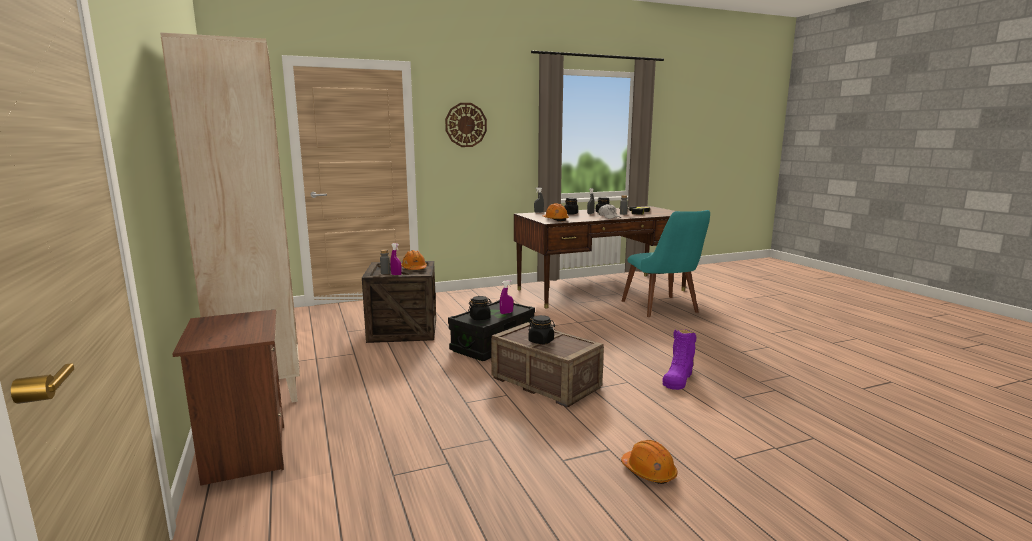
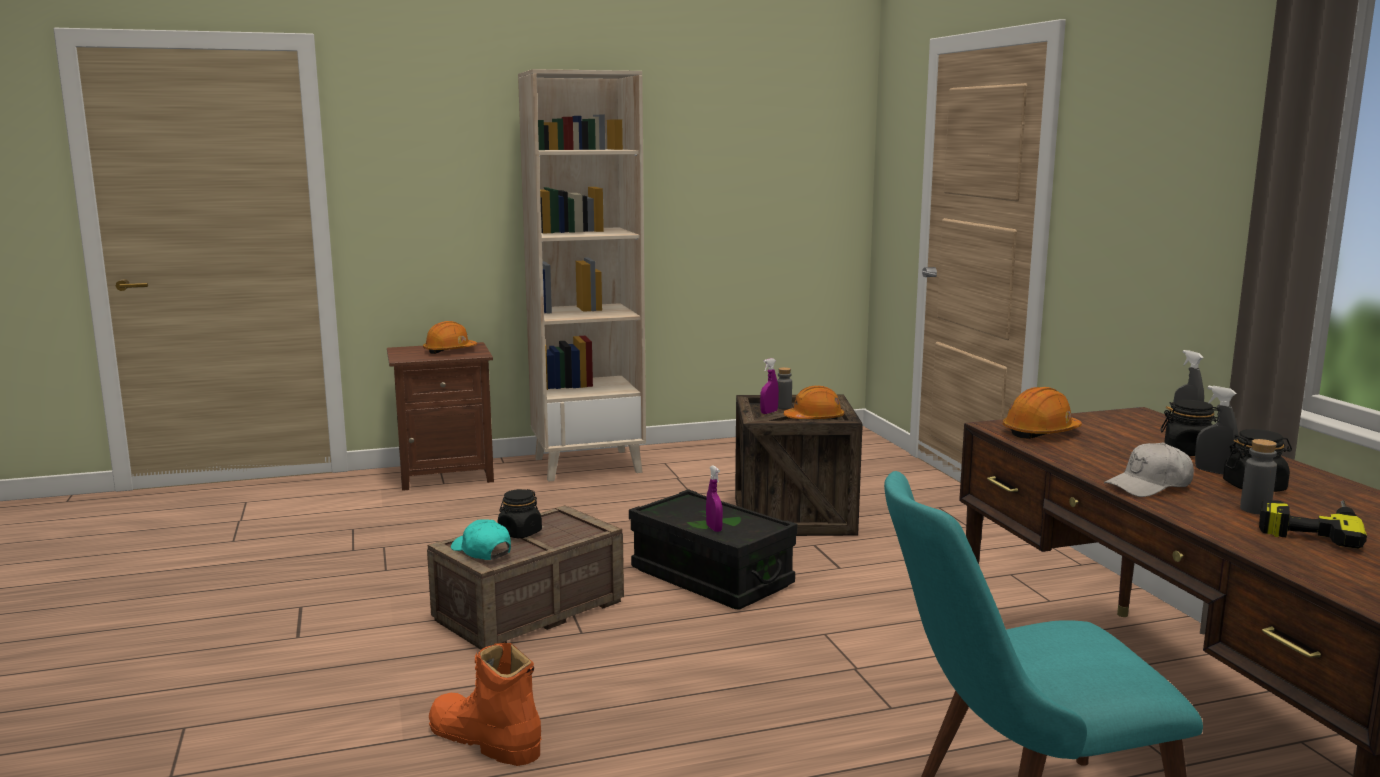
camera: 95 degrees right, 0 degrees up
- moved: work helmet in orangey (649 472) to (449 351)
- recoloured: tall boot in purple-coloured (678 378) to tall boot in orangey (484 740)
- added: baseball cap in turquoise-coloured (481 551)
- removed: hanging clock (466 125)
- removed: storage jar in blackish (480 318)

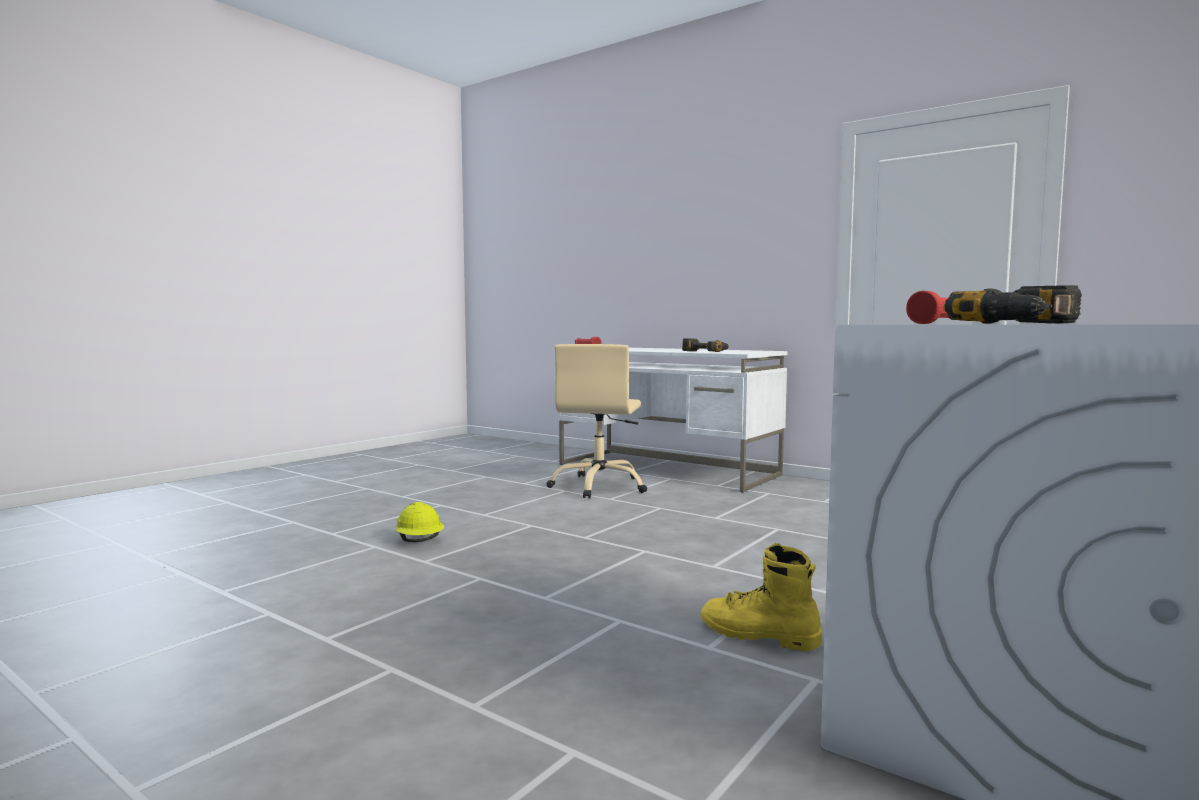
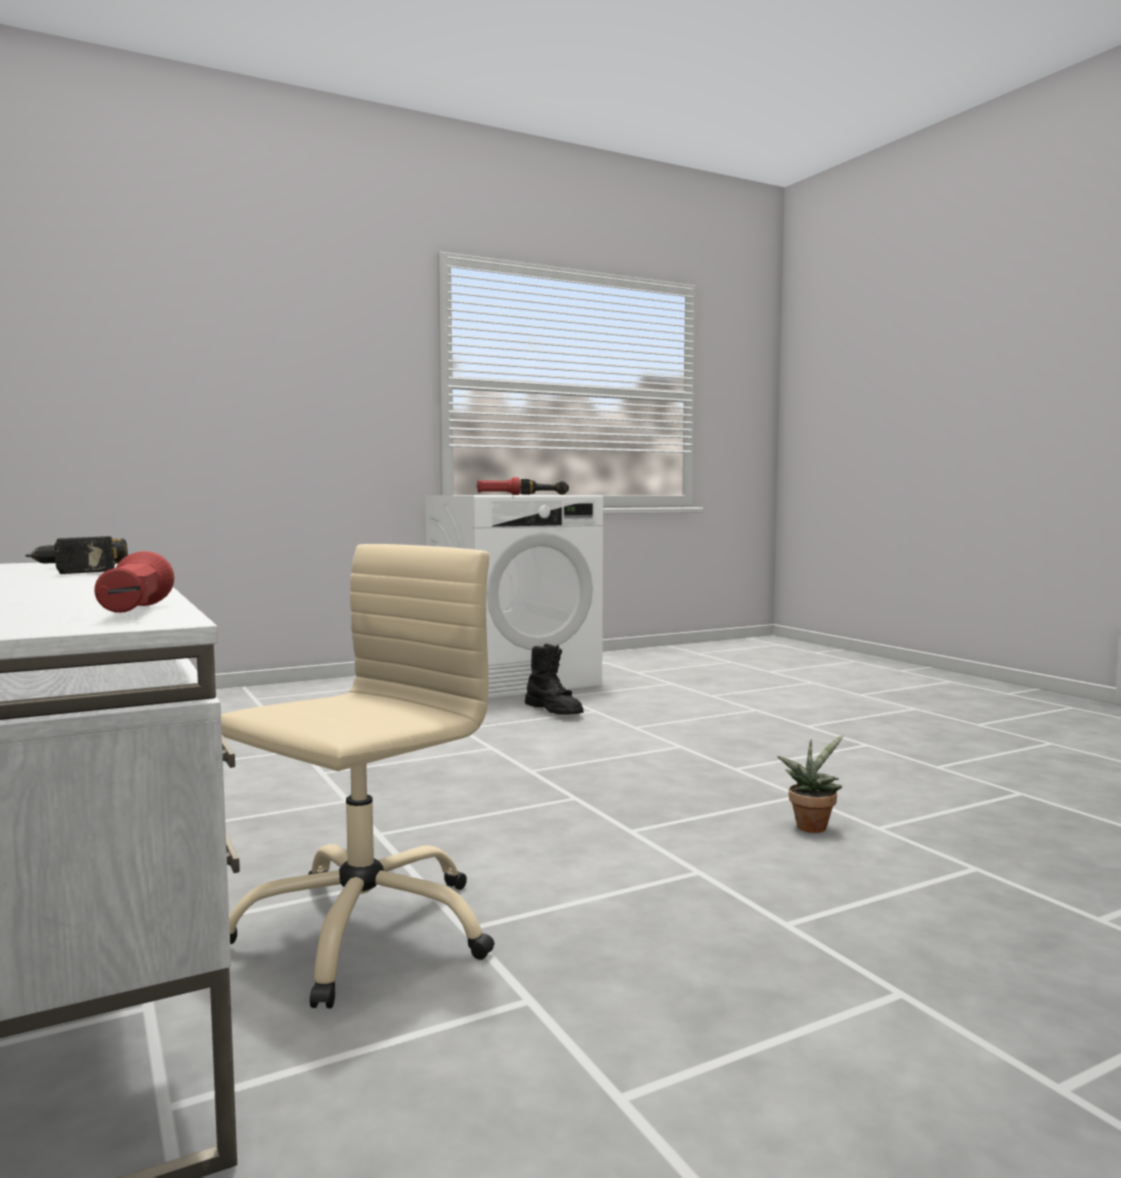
camera: 155 degrees left, 0 degrees up
- recoloured: tall boot in yellow-coloured (758 635) to tall boot in blackish (554 711)
- replaced: work helmet in yellow-coloured (420 541) to houseplant (811 826)

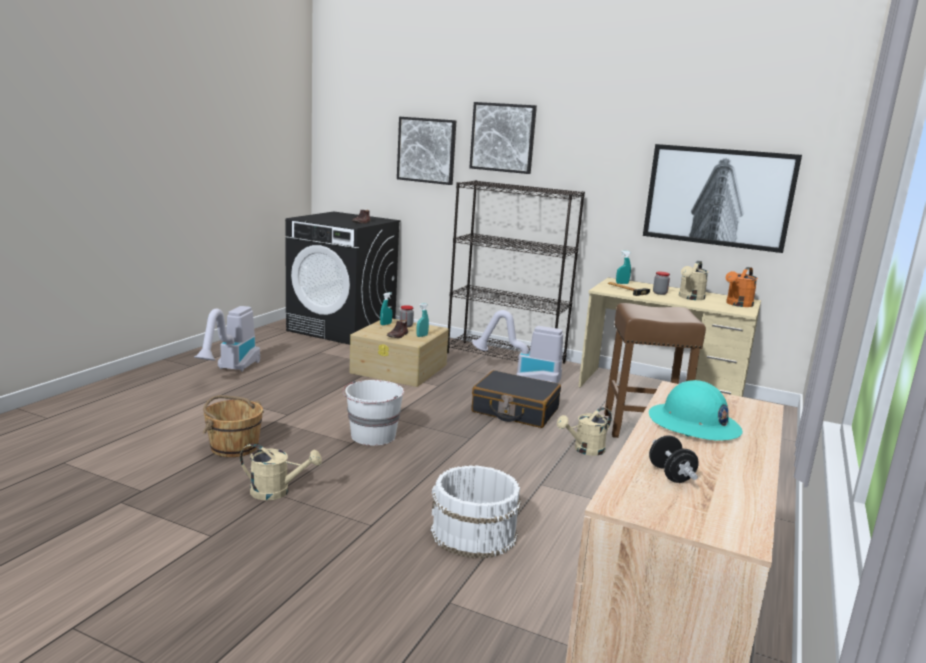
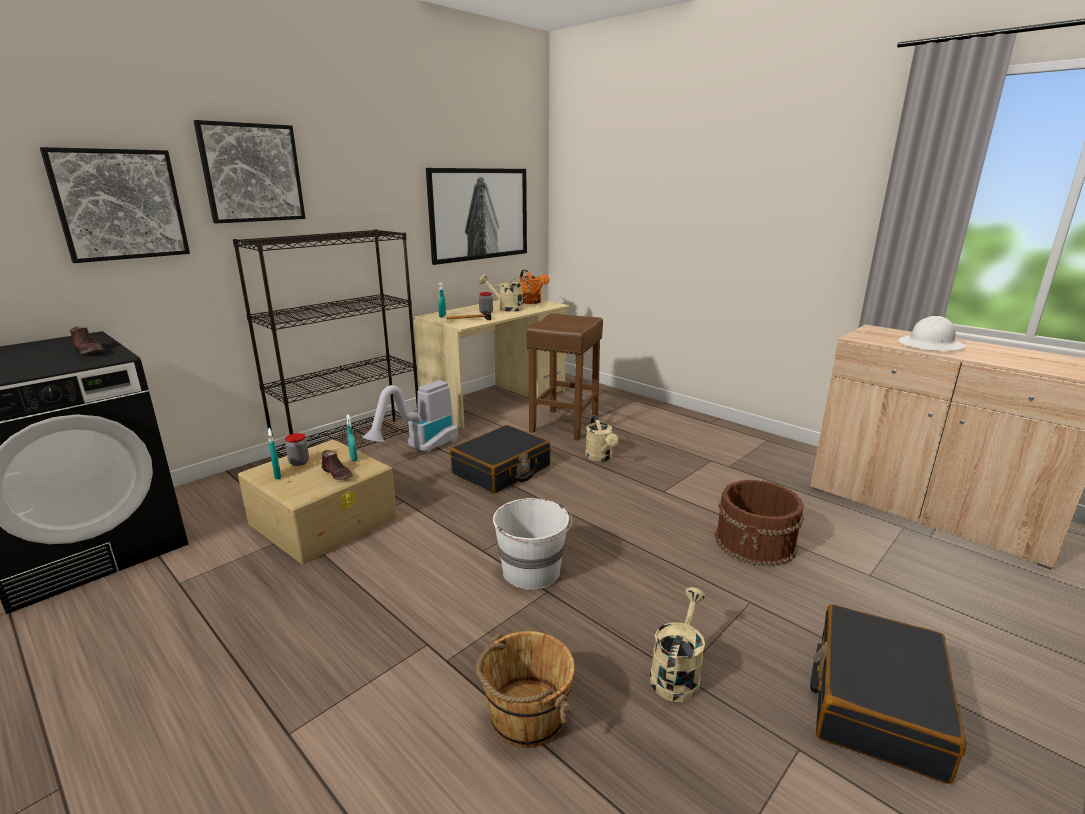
camera: 70 degrees left, 5 degrees up
- turned: watering can in sand-coloured (690 298) = (506 308) 150 degrees clockwise
- recoloured: pail in white (473 534) to pail in brownish (756 542)
- added: travel case in blackish (876 703)
- recoloured: work helmet in turquoise-coloured (693 425) to work helmet in white (931 345)
- removed: hoover (231 370)
- removed: dumbbell in blackish (670 475)

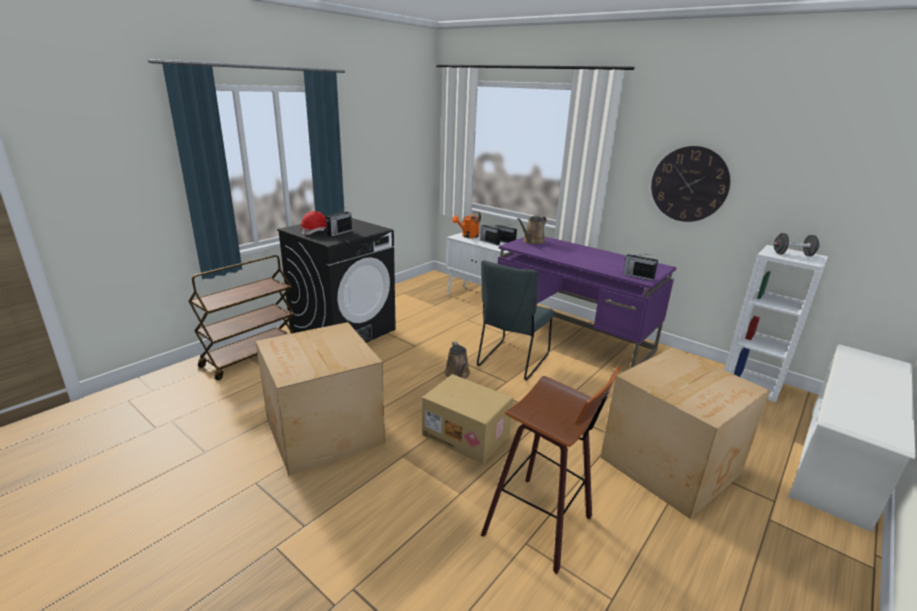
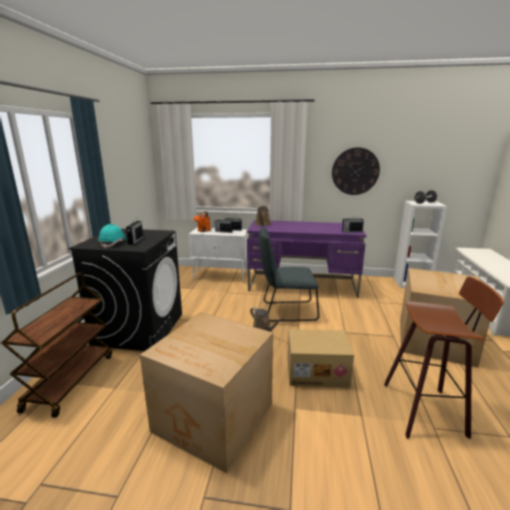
camera: 30 degrees left, 5 degrees down
- recoloured: work helmet in reddish (317 232) to work helmet in turquoise-coloured (113 243)
- turned: chair in gray (512 362) = (286 311) 90 degrees clockwise

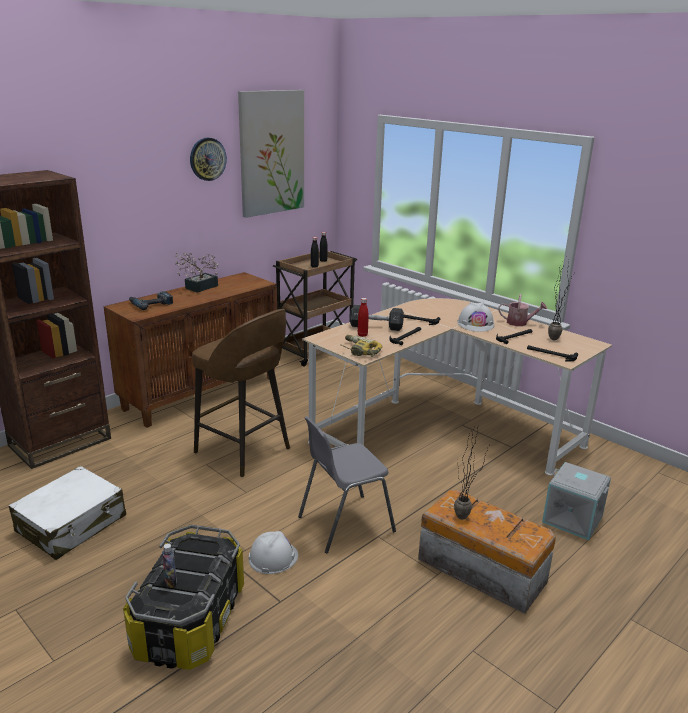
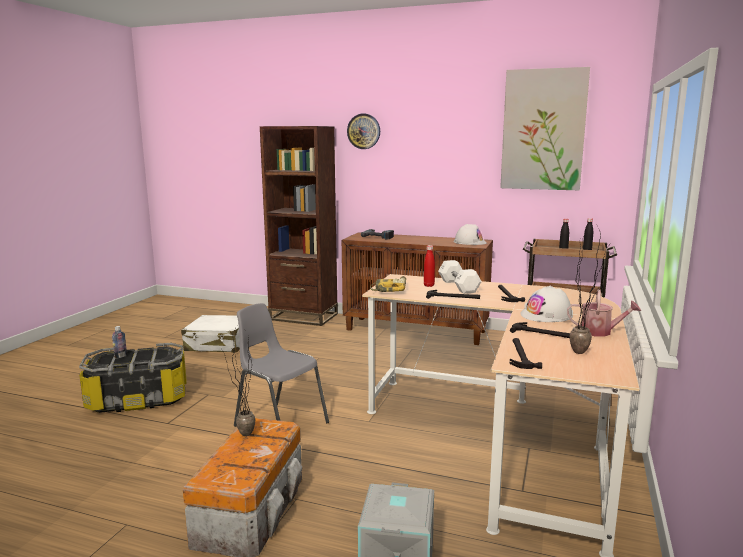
camera: 65 degrees right, 10 degrees down
- moved: hanging clock (207 159) to (364 131)
- recoloured: dumbbell in blackish (376 326) to dumbbell in white (458 286)
- moved: work helmet in white (273 557) to (469 242)
- turned: watering can (520 323) = (600 332) 60 degrees counterclockwise
- removed: houseplant (198 288)
- removed: sitting stool in brownish (244 451)

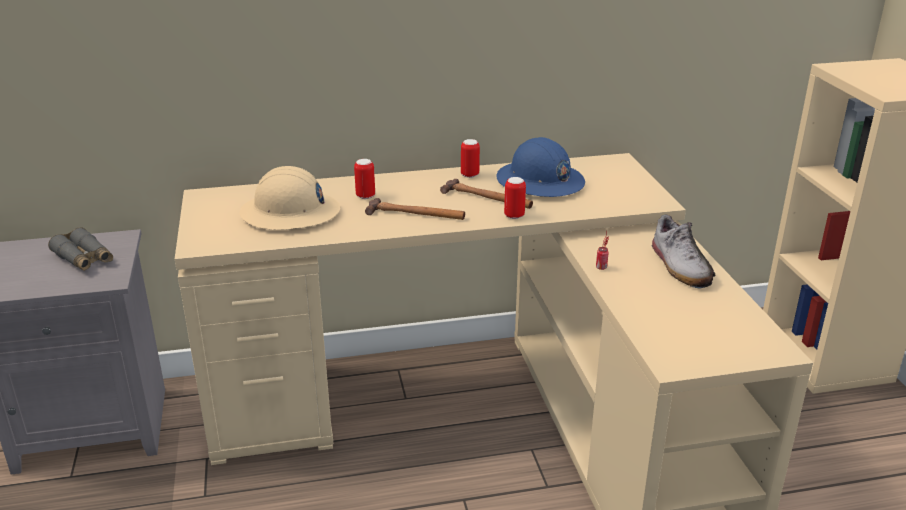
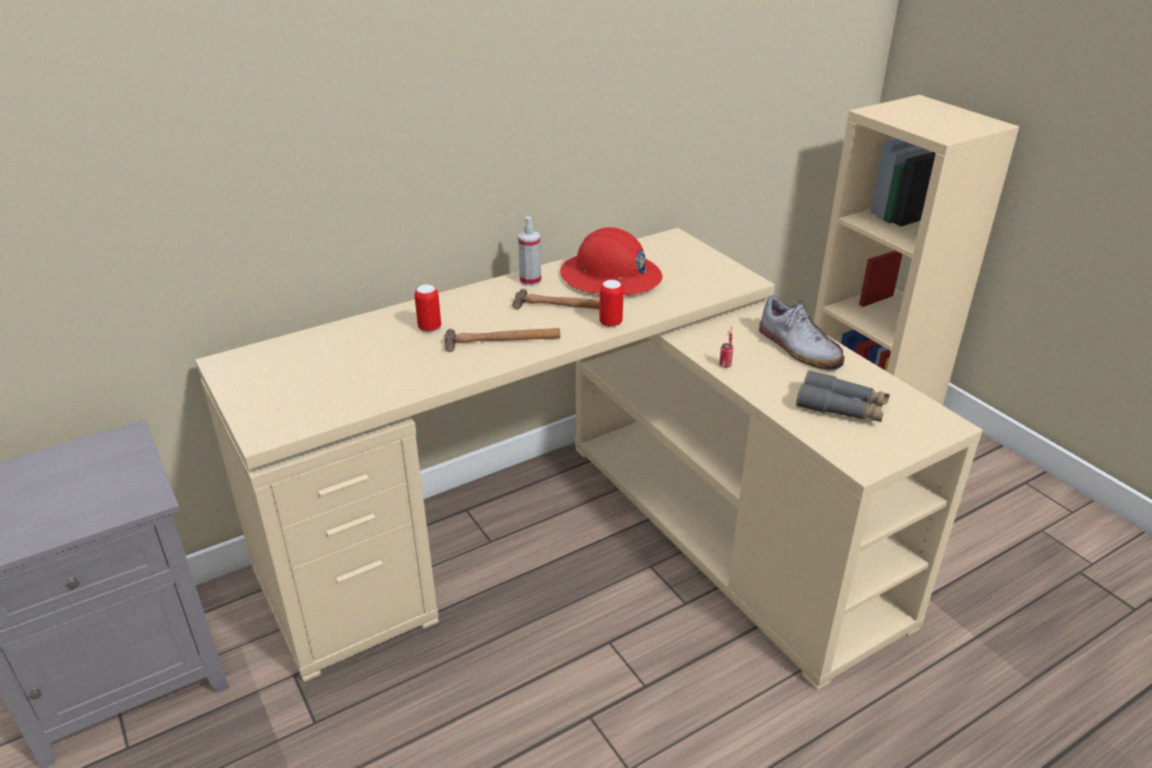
camera: 20 degrees left, 5 degrees up
- replaced: metal can (470 175) to hand sprayer (530 281)
- recoloured: work helmet in blue (540 182) to work helmet in reddish (610 277)
- moved: pair of binoculars in gray (84 259) to (841 407)
- removed: work helmet in sand-coloured (290 213)

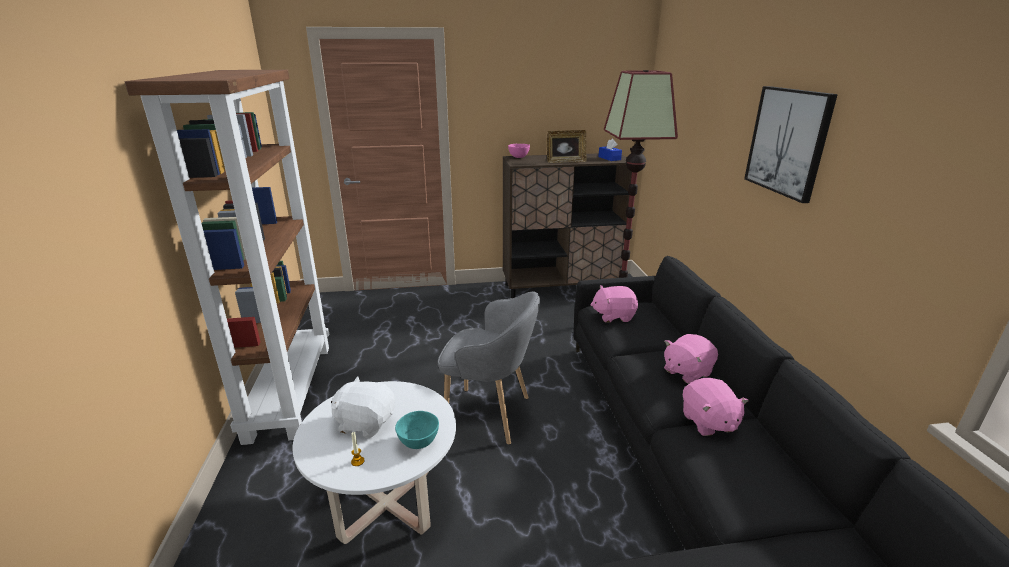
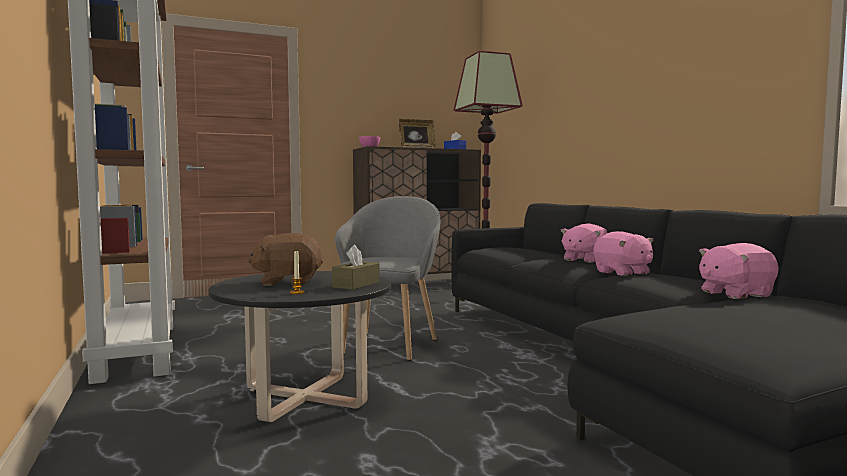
camera: 15 degrees left, 20 degrees down
- recoloured: low table in white (387 504) to low table in blackish (305 397)
- recoloured: plush toy in white (365 423) to plush toy in brownish (288 282)
- replaced: bowl in turquoise-coloured (418 443) to box of tissues in brownish (356 285)
- turned: easy chair in gray (490 414) = (390 345) 75 degrees counterclockwise
- moved: plush toy in pink (613 316) to (734 294)
- removed: wall art (788 142)

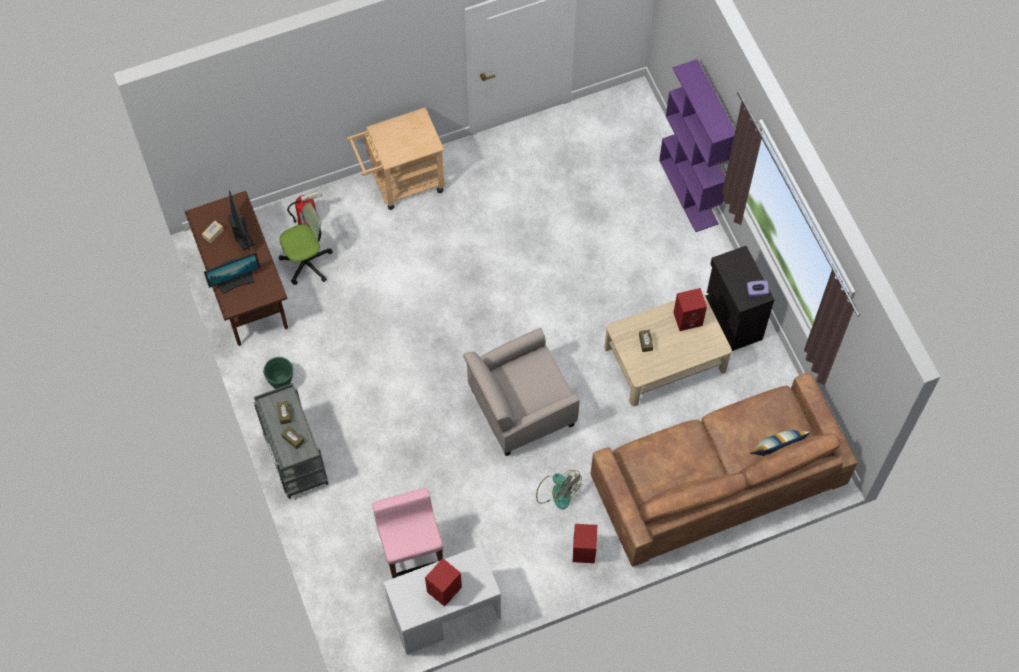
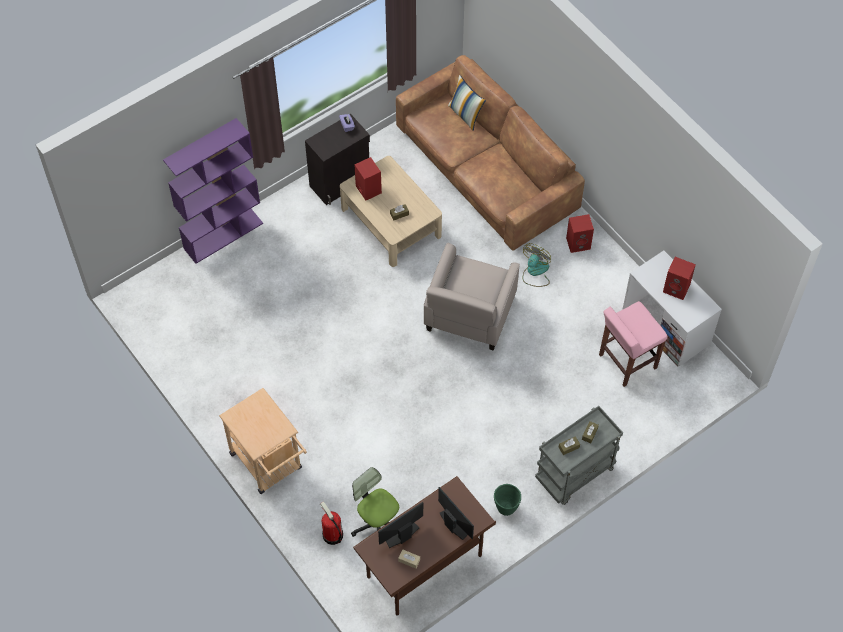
camera: 105 degrees left, 5 degrees down
- turned: easy chair in sand-coloured (520 408) = (469 314) 60 degrees clockwise

